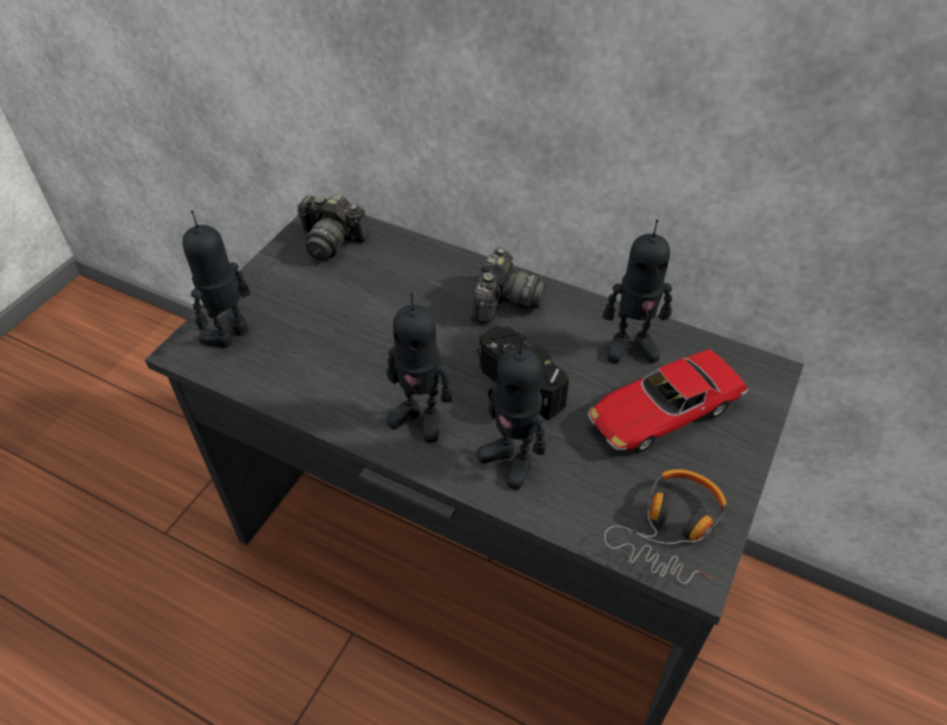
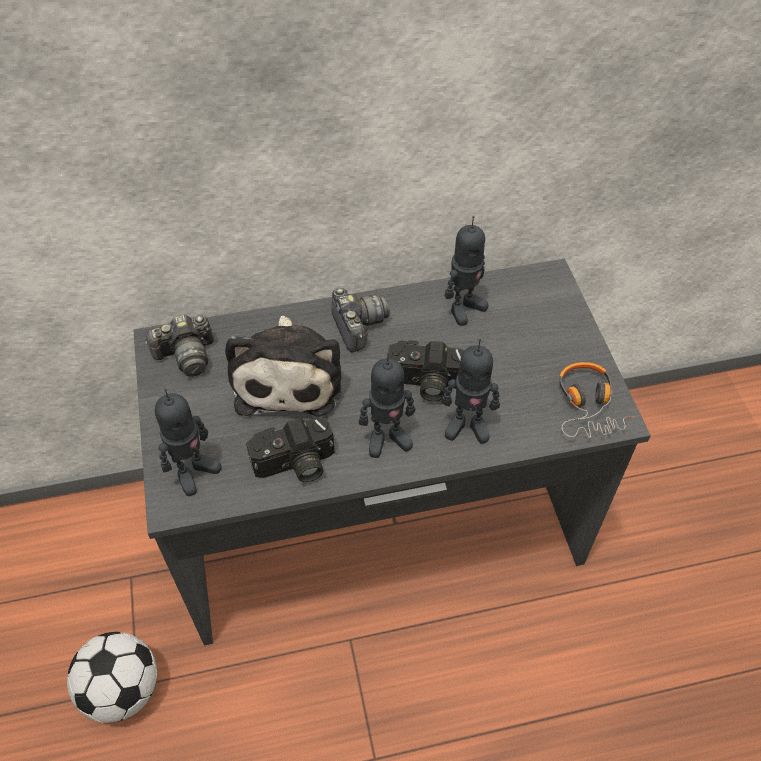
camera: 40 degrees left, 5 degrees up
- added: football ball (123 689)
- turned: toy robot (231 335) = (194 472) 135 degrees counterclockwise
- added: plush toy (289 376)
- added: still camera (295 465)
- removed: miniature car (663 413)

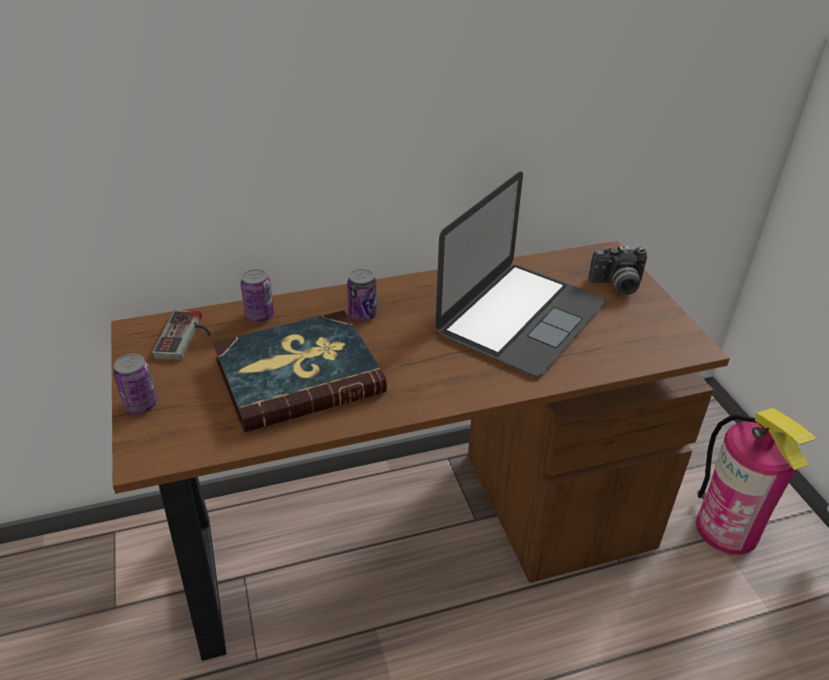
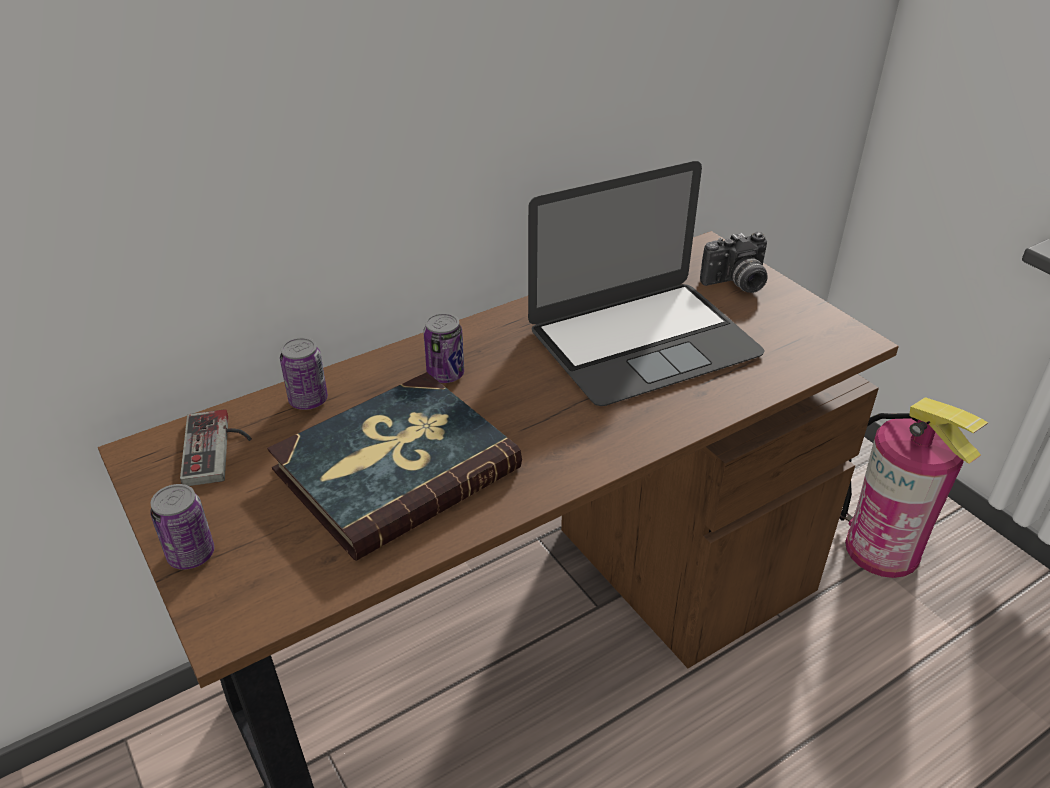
camera: 15 degrees left, 0 degrees up
- turned: notebook computer (521 317) = (643 341) 45 degrees clockwise

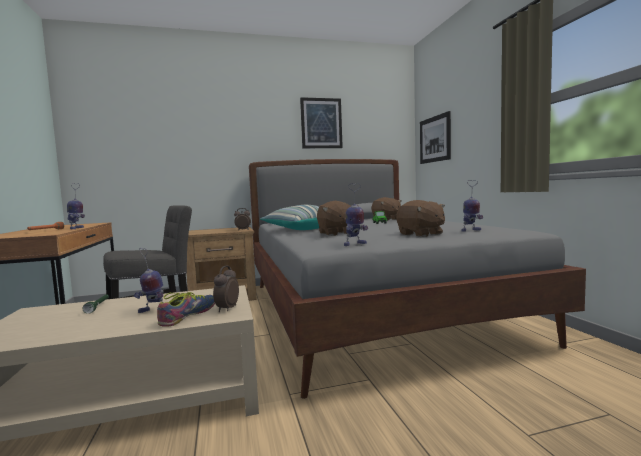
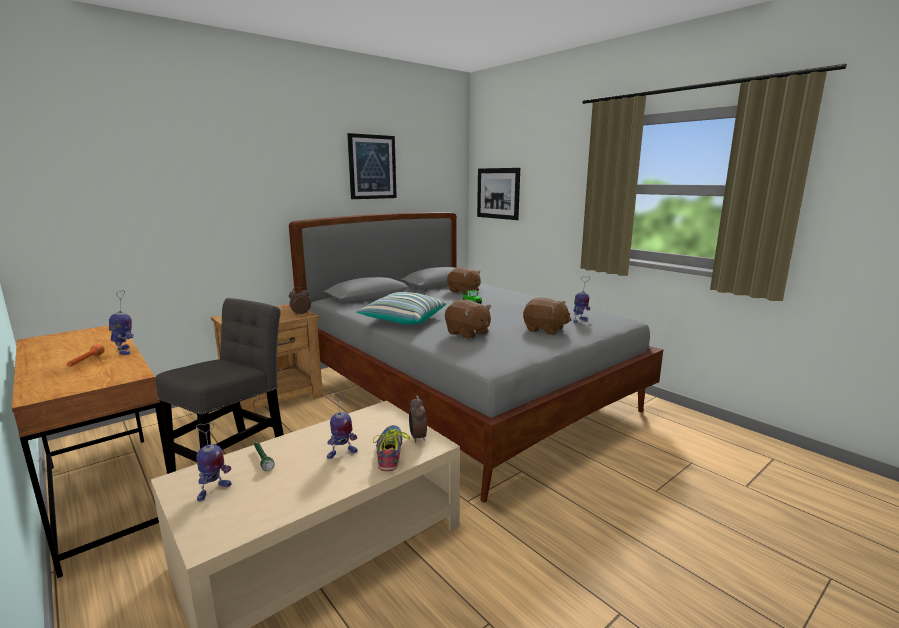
camera: 25 degrees left, 10 degrees up
- moved: toy robot (354 244) to (213 491)

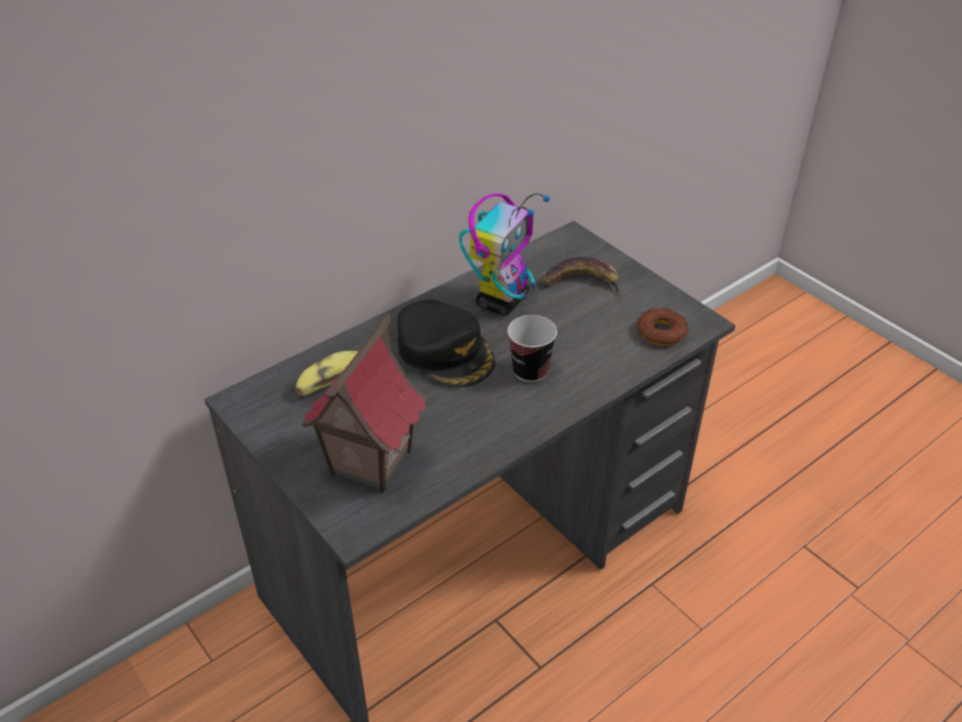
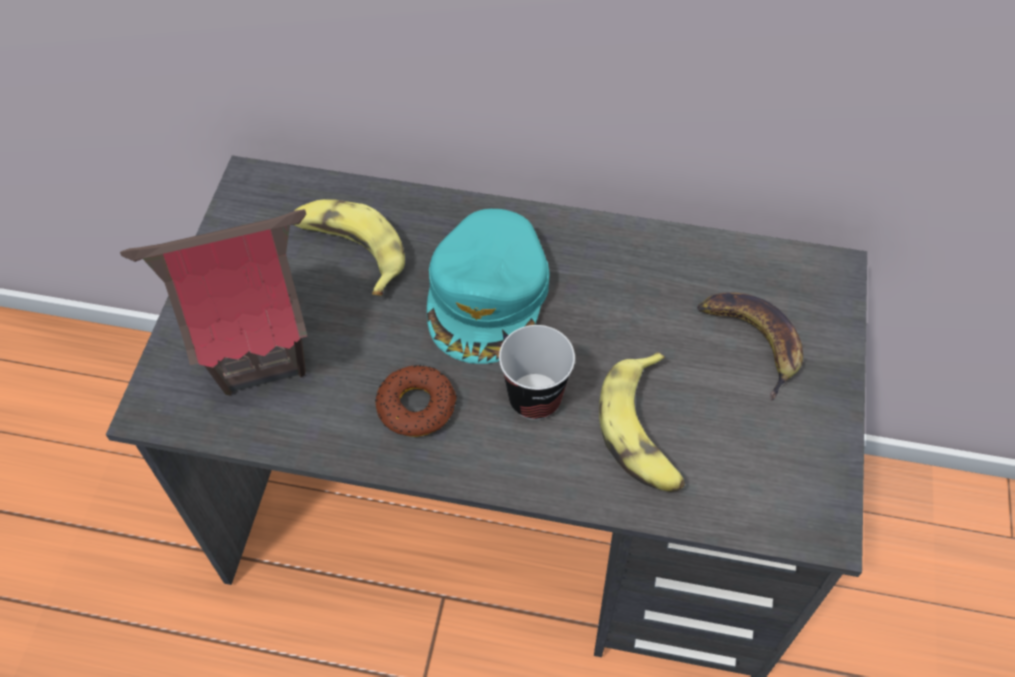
camera: 50 degrees right, 15 degrees up
- moved: doughnut (661 332) to (416 406)
- recoloured: baseball cap in blackish (445 351) to baseball cap in turquoise-coloured (488 295)
- added: banana (644 432)
- removed: toy robot (503 300)

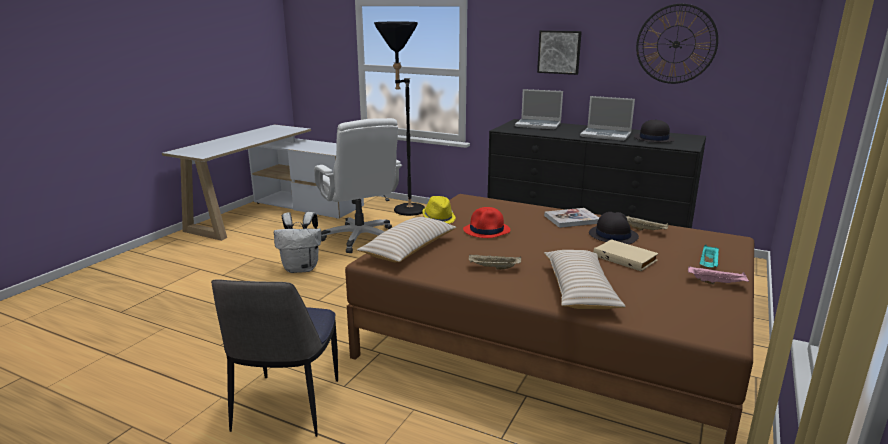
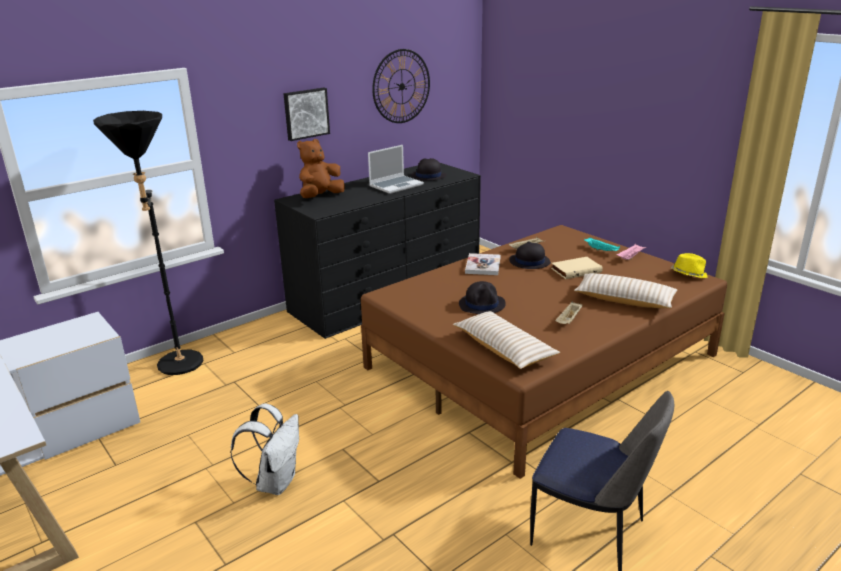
camera: 65 degrees left, 5 degrees up
- replaced: notebook computer (539 125) to plush toy in brownish (320 197)
- recoloured: clothing hat in reddish (487 230) to clothing hat in blackish (482 304)
- moved: clothing hat in yellow-coloured (439 218) to (688 274)
- removed: office chair in white (360 238)

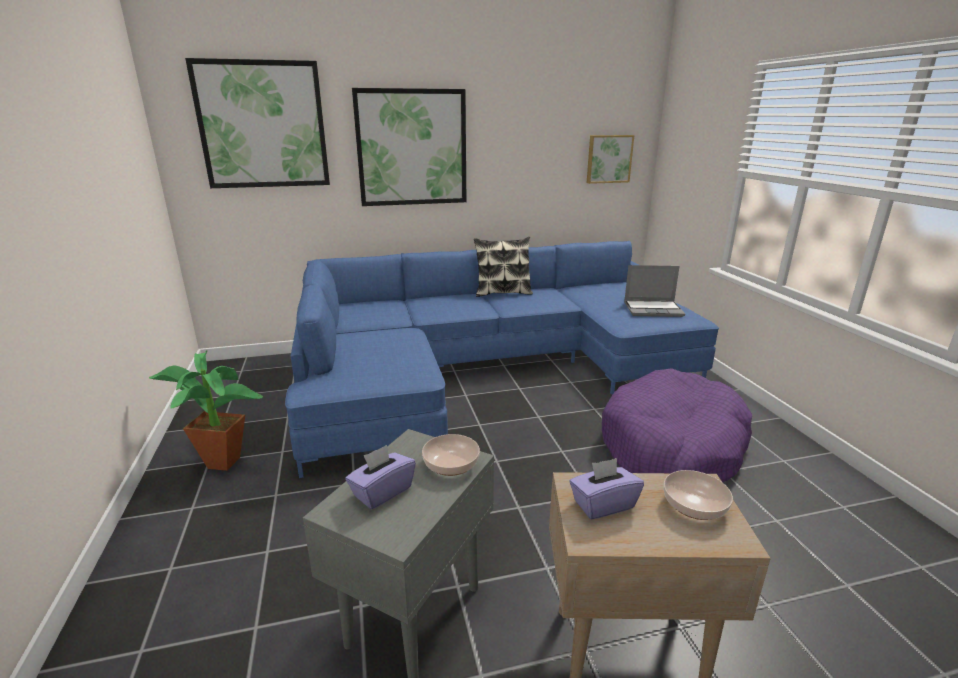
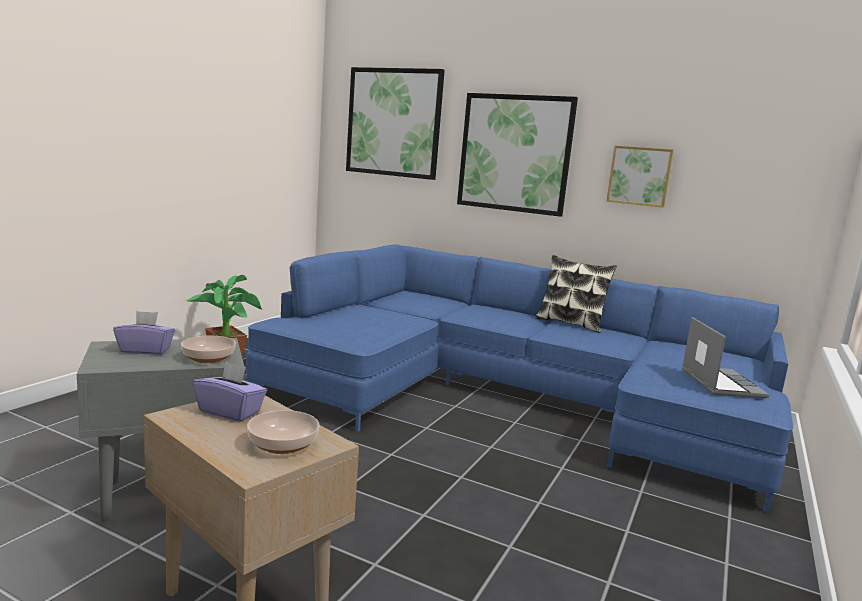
camera: 40 degrees right, 10 degrees down
- moved: wall art (608 159) to (639 176)
- turned: notebook computer (653 309) = (720 383) 135 degrees counterclockwise
- removed: dog bed in purple-coloured (672 446)

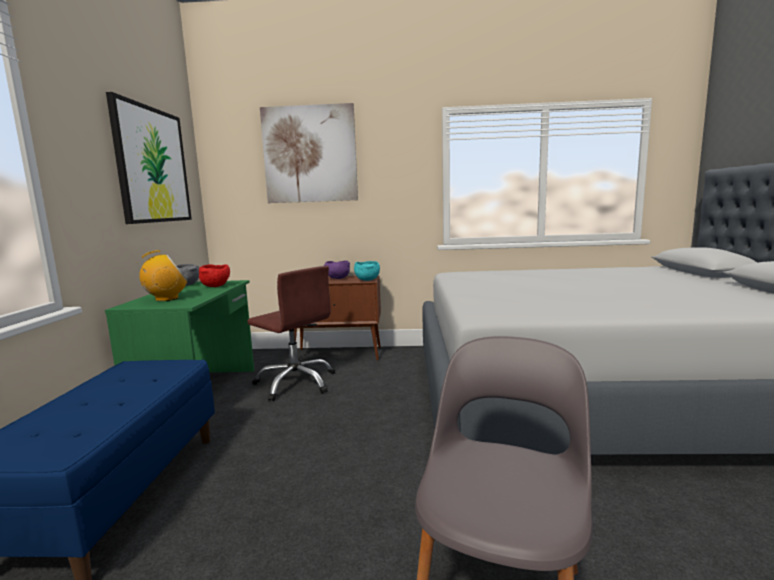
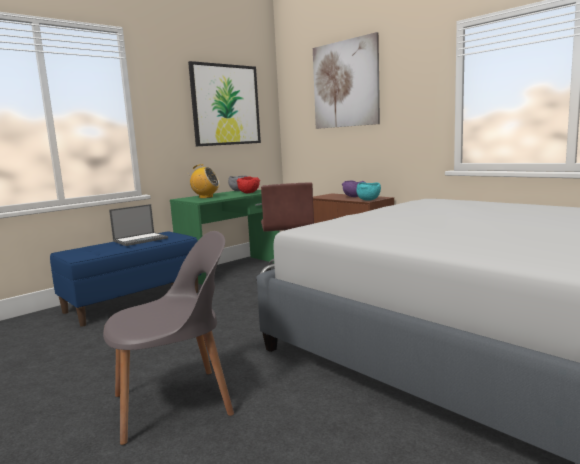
camera: 45 degrees right, 0 degrees up
- added: notebook computer (141 239)

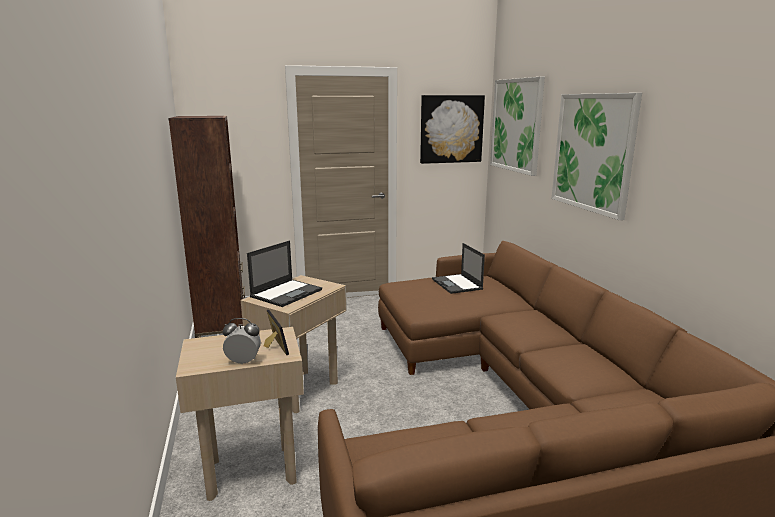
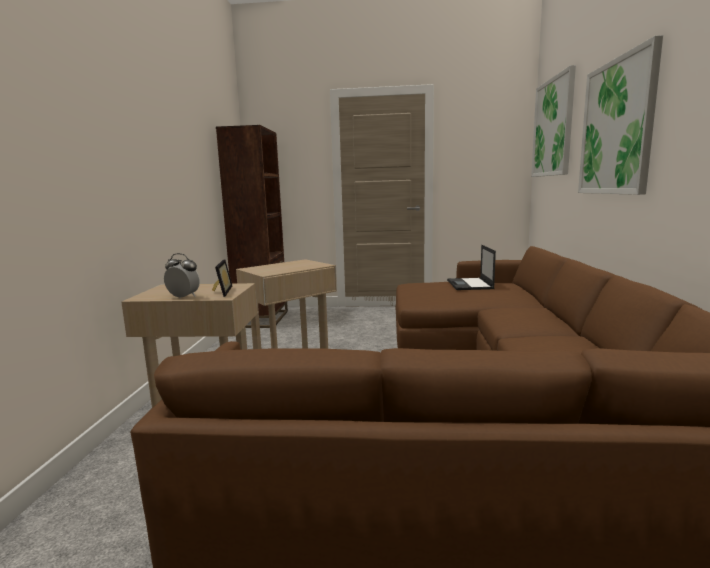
camera: 20 degrees right, 5 degrees down
- removed: notebook computer (287 293)
- removed: wall art (451 129)

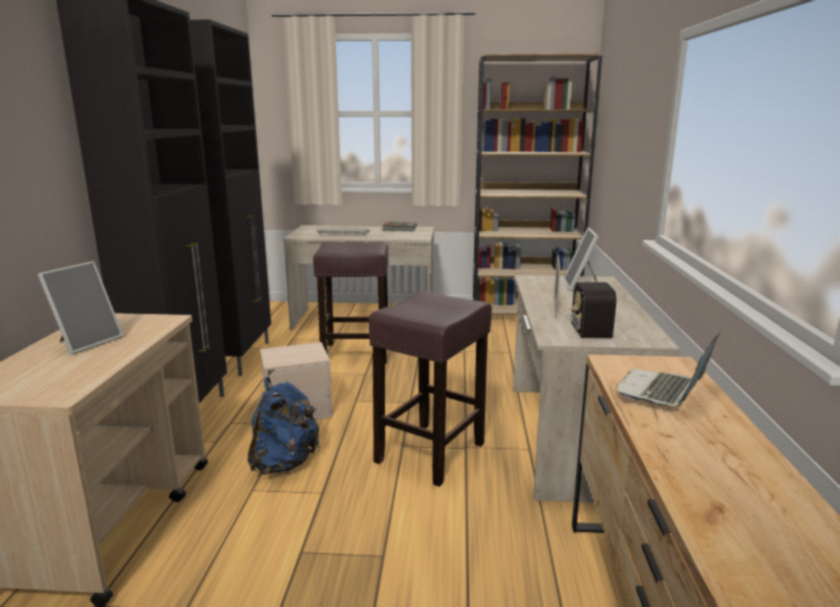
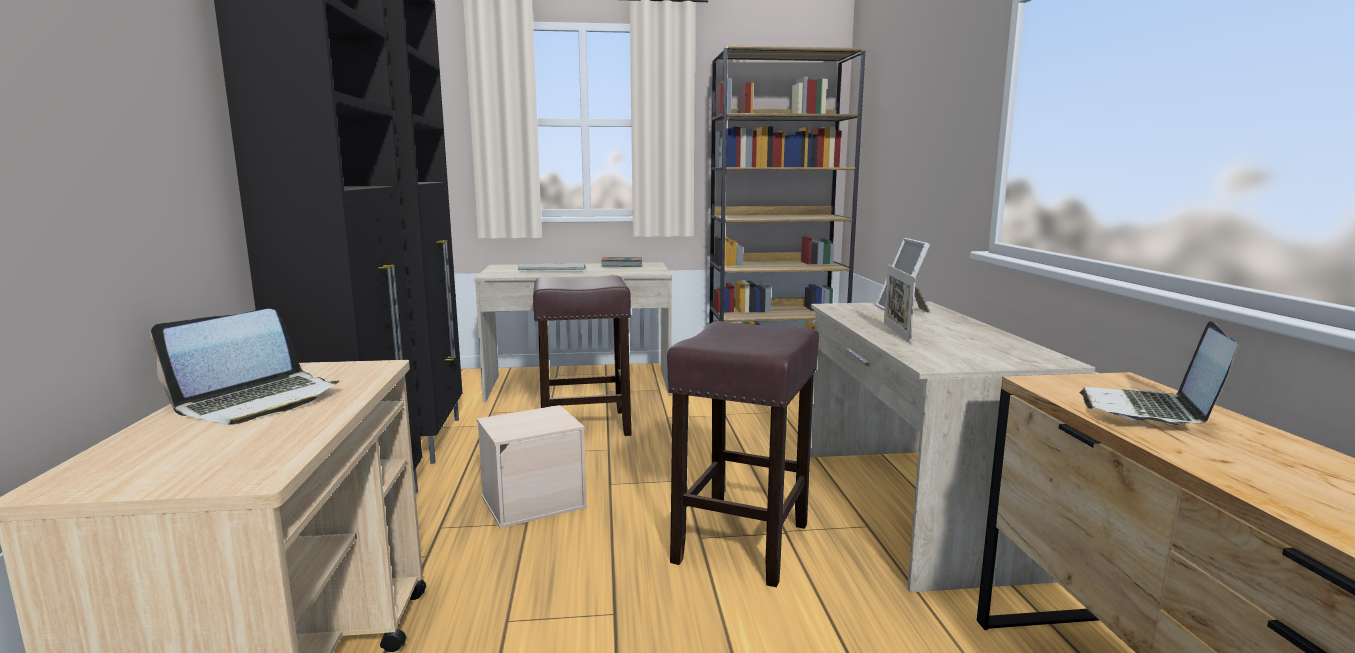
camera: 10 degrees left, 5 degrees down
- replaced: standing frame (87 342) to notebook computer (258 401)
- removed: rucksack in blue (284 463)
- removed: radio receiver (590 324)

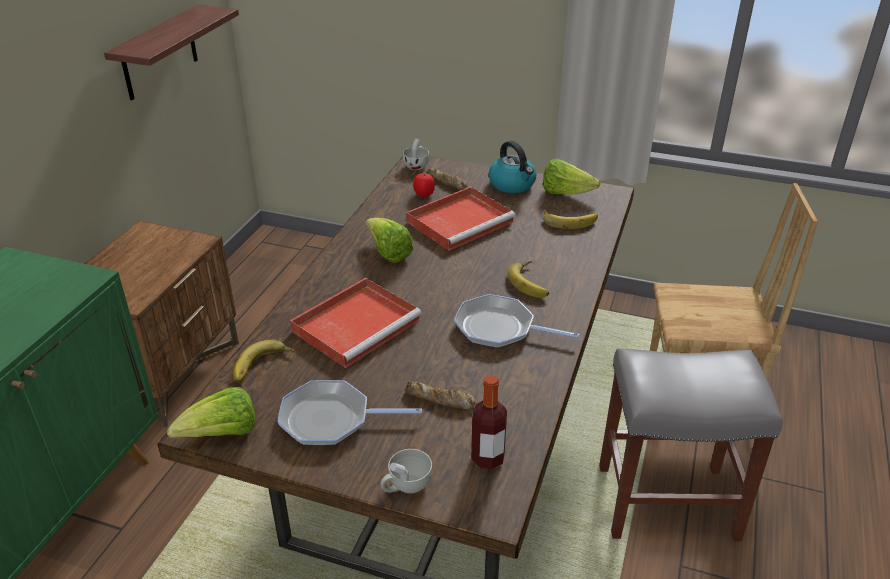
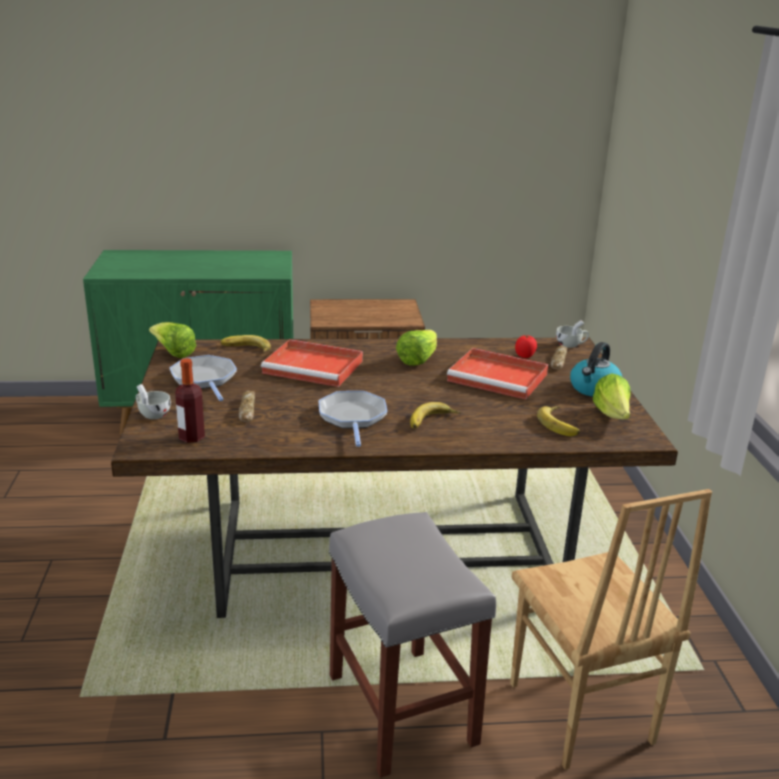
camera: 65 degrees right, 10 degrees down
- removed: wall shelf (159 53)

